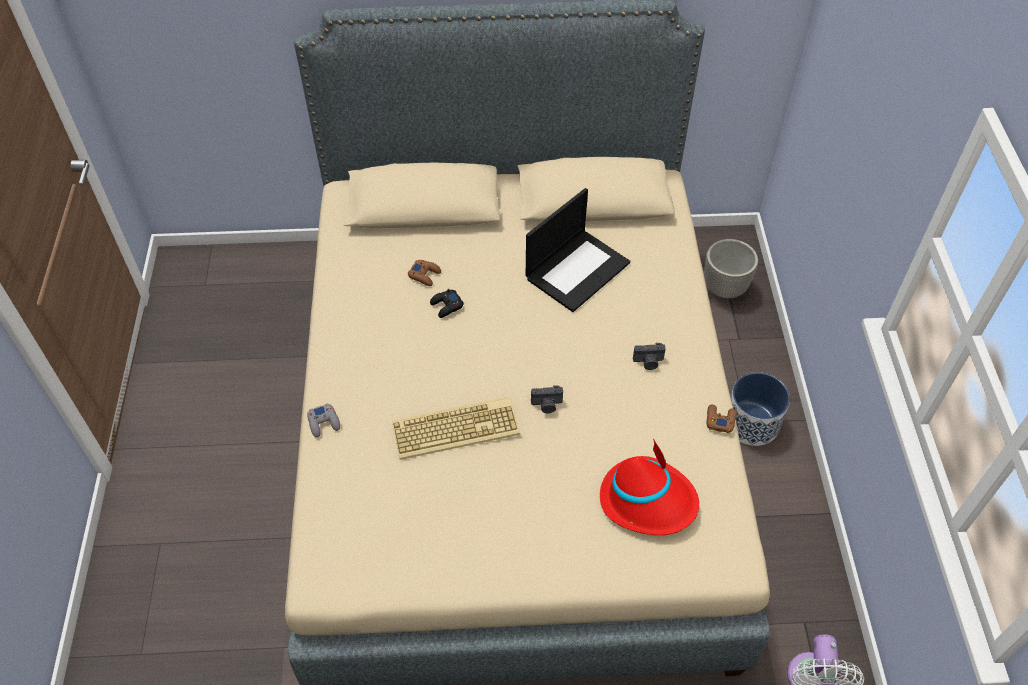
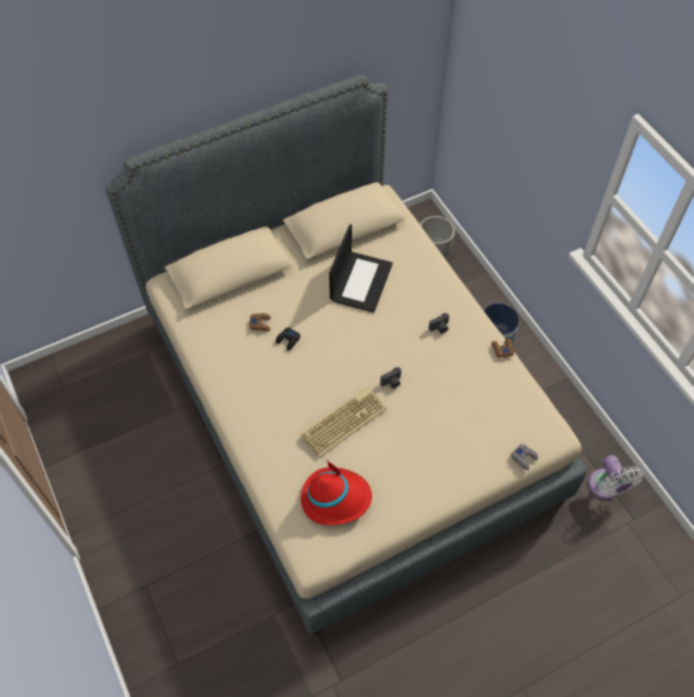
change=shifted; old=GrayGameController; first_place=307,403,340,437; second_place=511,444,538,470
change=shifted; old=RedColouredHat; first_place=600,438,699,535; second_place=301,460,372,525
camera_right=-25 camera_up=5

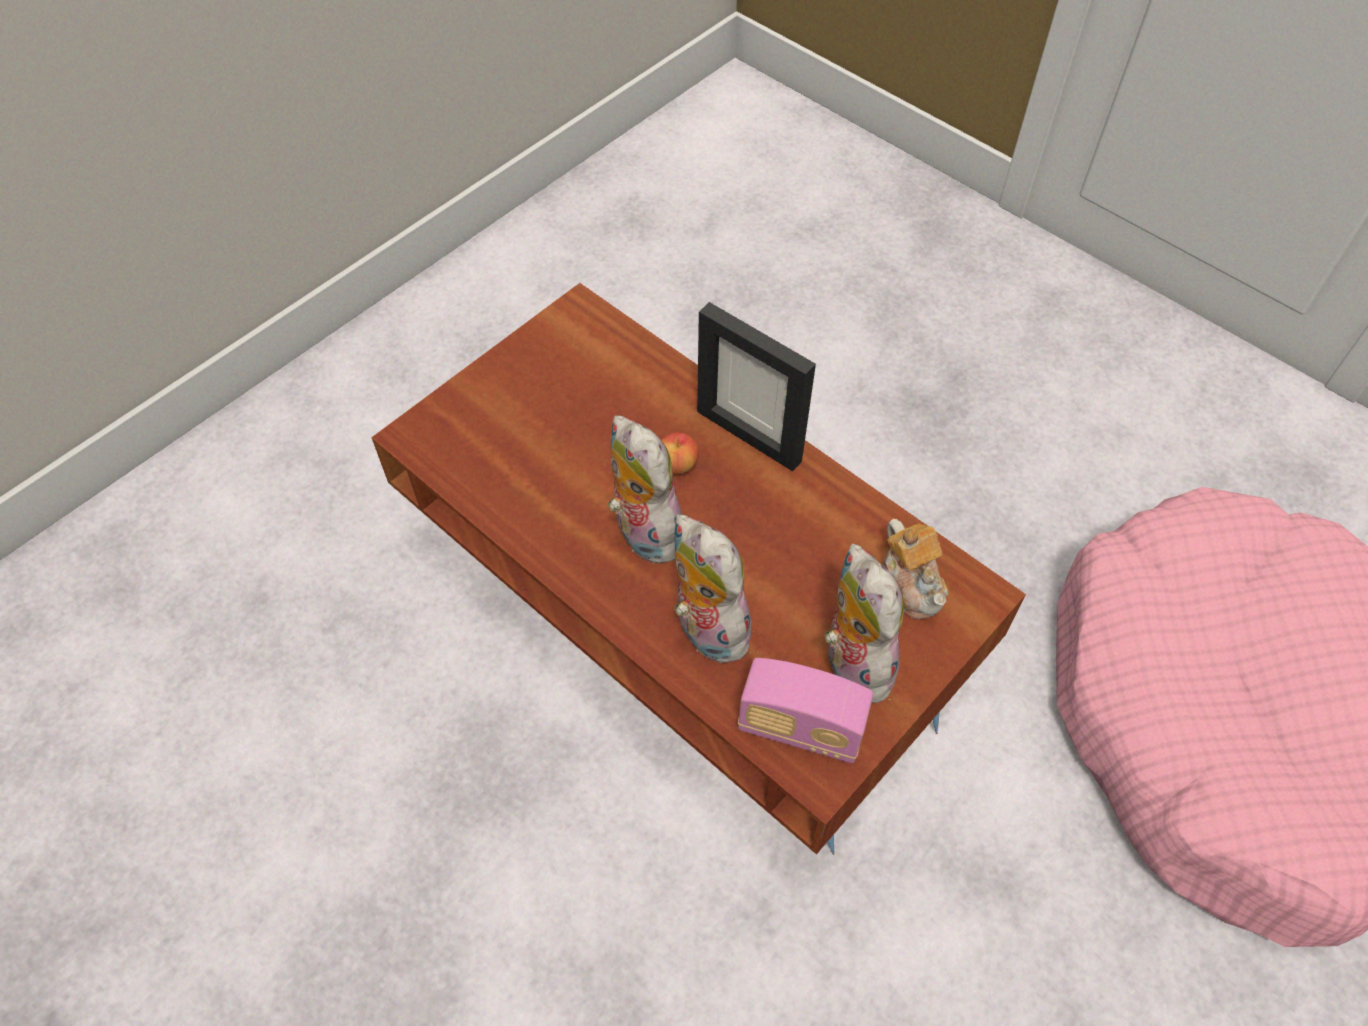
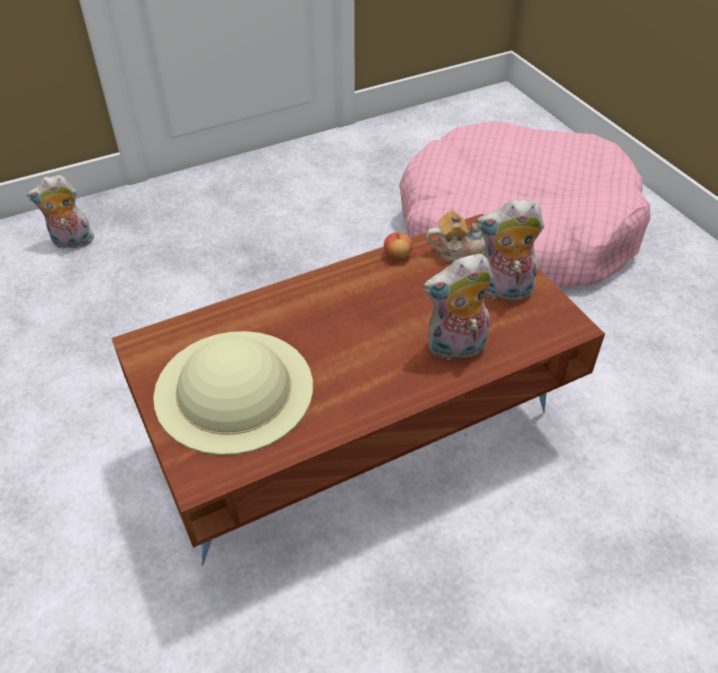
change=shifted; old=CuddlyToy; first_place=608,415,682,563; second_place=27,175,94,249
change=shifted; old=AppleFruit; first_place=661,432,699,474; second_place=384,232,412,260
change=gone; old=PhotoFrame; first_place=697,302,816,471
change=gone; old=RadioSet; first_place=738,658,873,763
change=new; new=BeigeColouredHat; second_place=153,331,313,455
camera_right=-70 camera_up=-10

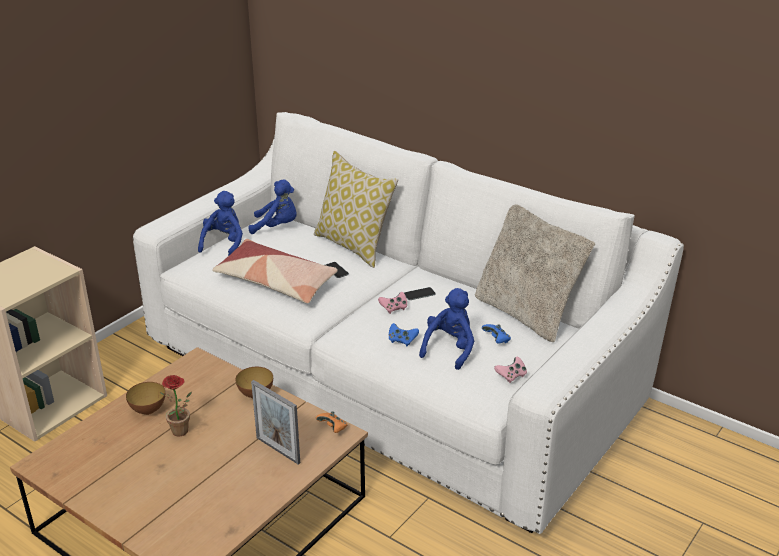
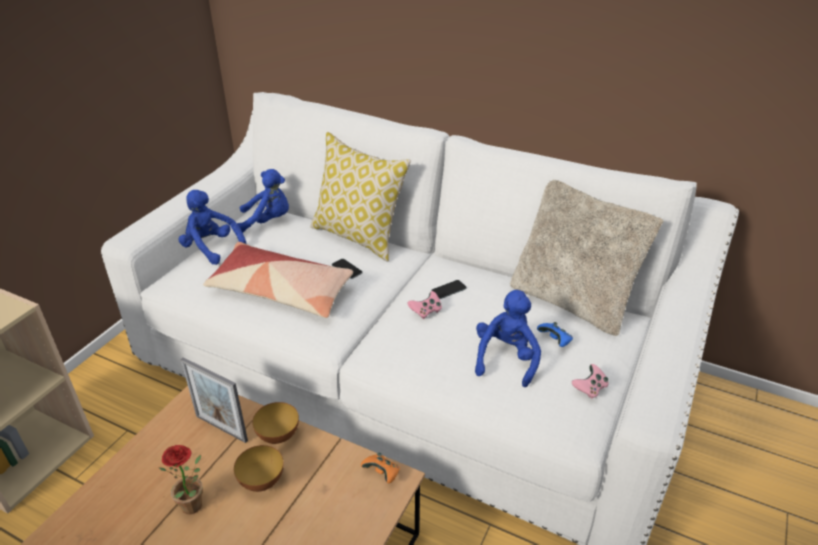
change=shifted; old=DeepDish; first_place=126,382,165,415; second_place=234,445,284,492
change=rotated; old=BlueCuddlyToy; first_place=198,191,243,256; second_place=178,190,247,265; degrees=-60
change=shifted; old=PhotoFrame; first_place=251,380,300,464; second_place=181,357,248,443
change=gone; old=BlueGameController; first_place=389,323,419,347
camera_right=-10 camera_up=5

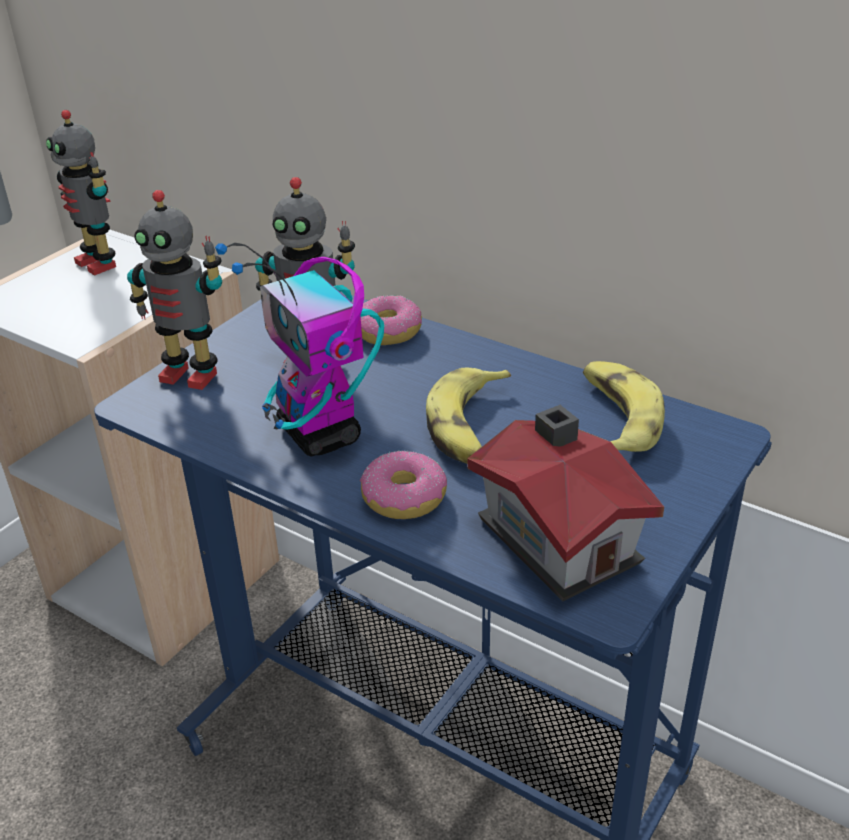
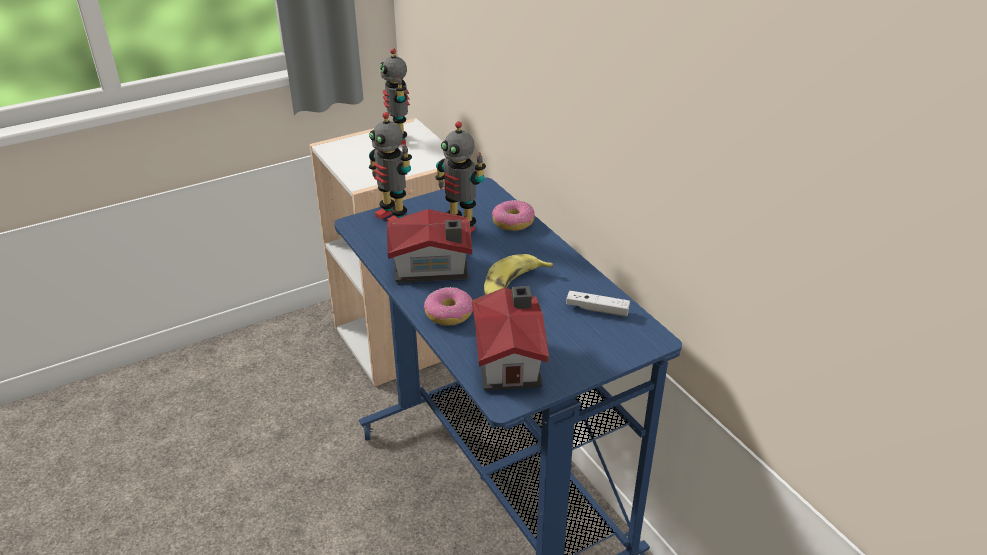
change=swapped; old=ModelRobot; new=ModelHouse; first_place=215,243,384,457; second_place=387,209,472,283
change=swapped; old=WholeBanana; new=WhitishGameController; first_place=583,361,665,452; second_place=566,291,630,317
camera_right=25 camera_up=0

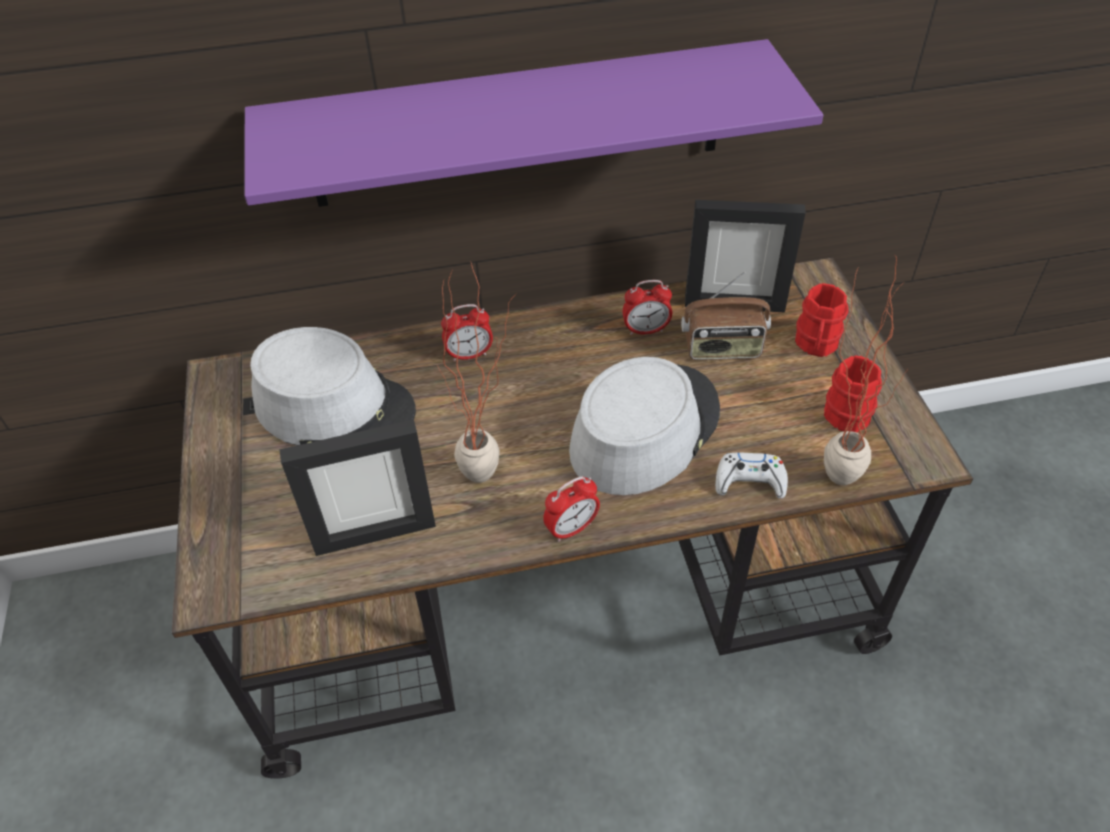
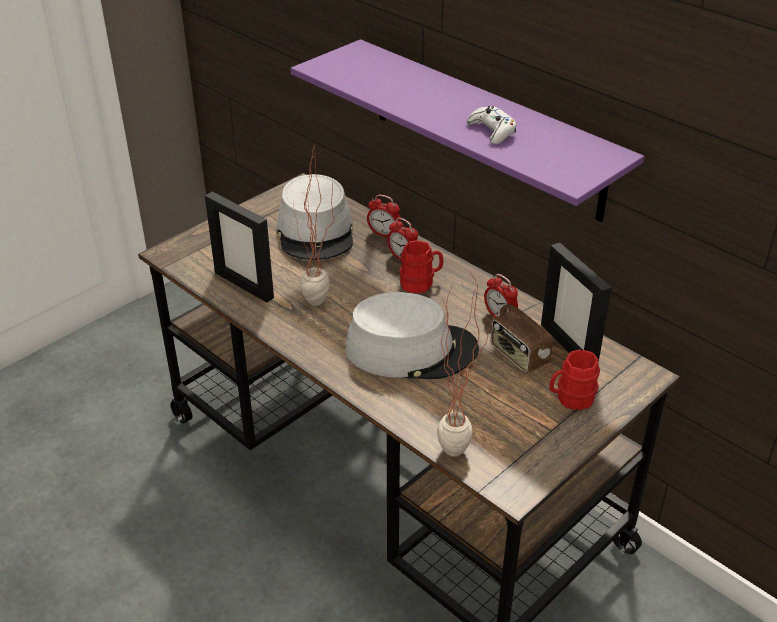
change=shifted; old=AlarmClock; first_place=543,476,600,542; second_place=367,195,401,237
change=shifted; old=WhitishGameController; first_place=715,452,788,499; second_place=467,106,517,144
change=shifted; old=RedColouredCoffeeMug; first_place=824,355,882,433; second_place=399,240,444,294
camera_right=55 camera_up=-10

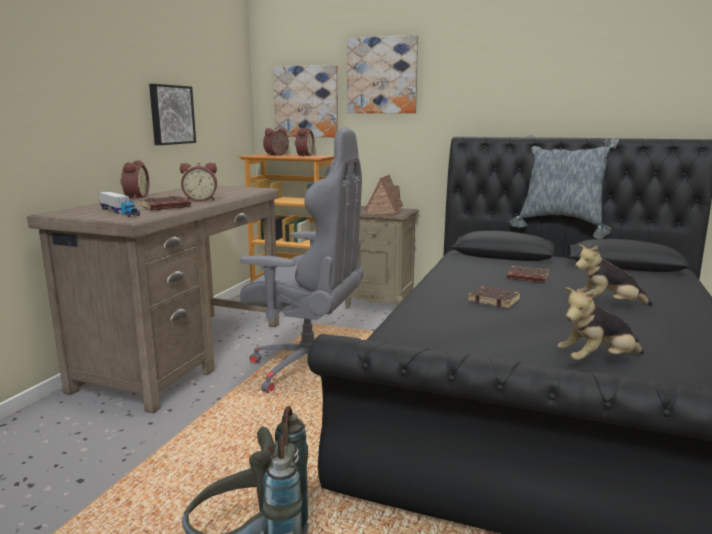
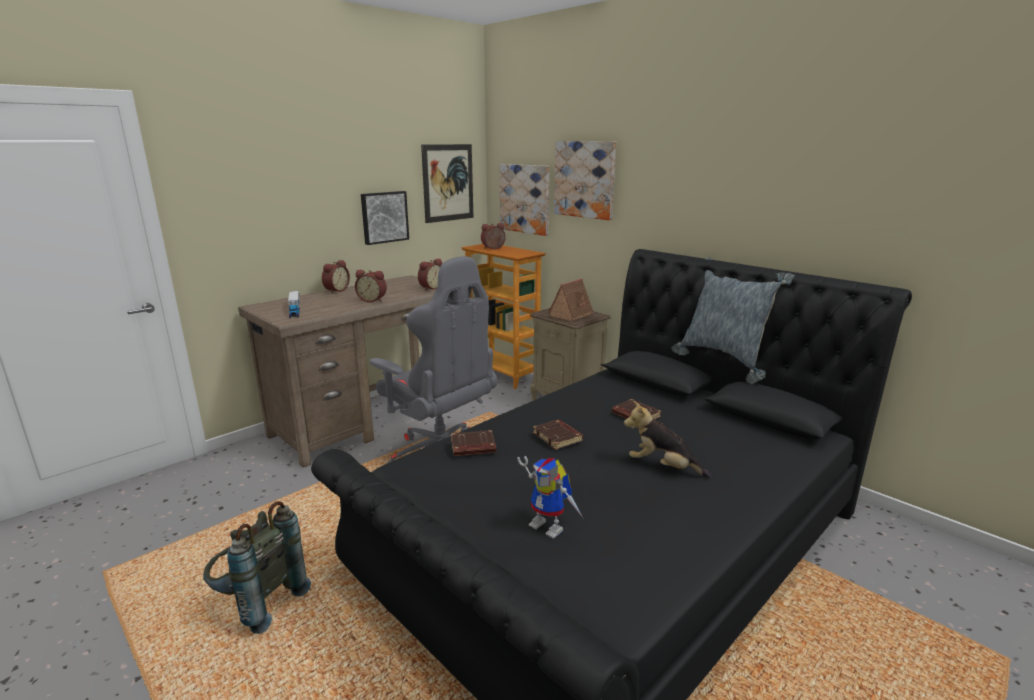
change=shifted; old=BrownColouredBook; first_place=140,196,191,210; second_place=451,430,496,456
change=shifted; old=AlarmClock; first_place=294,128,315,156; second_place=418,259,442,291
change=swapped; old=CuddlyToy; new=ModelRobot; first_place=557,287,644,361; second_place=517,456,583,539
change=new; new=WallArt; second_place=421,144,474,223
camera_right=25 camera_up=5

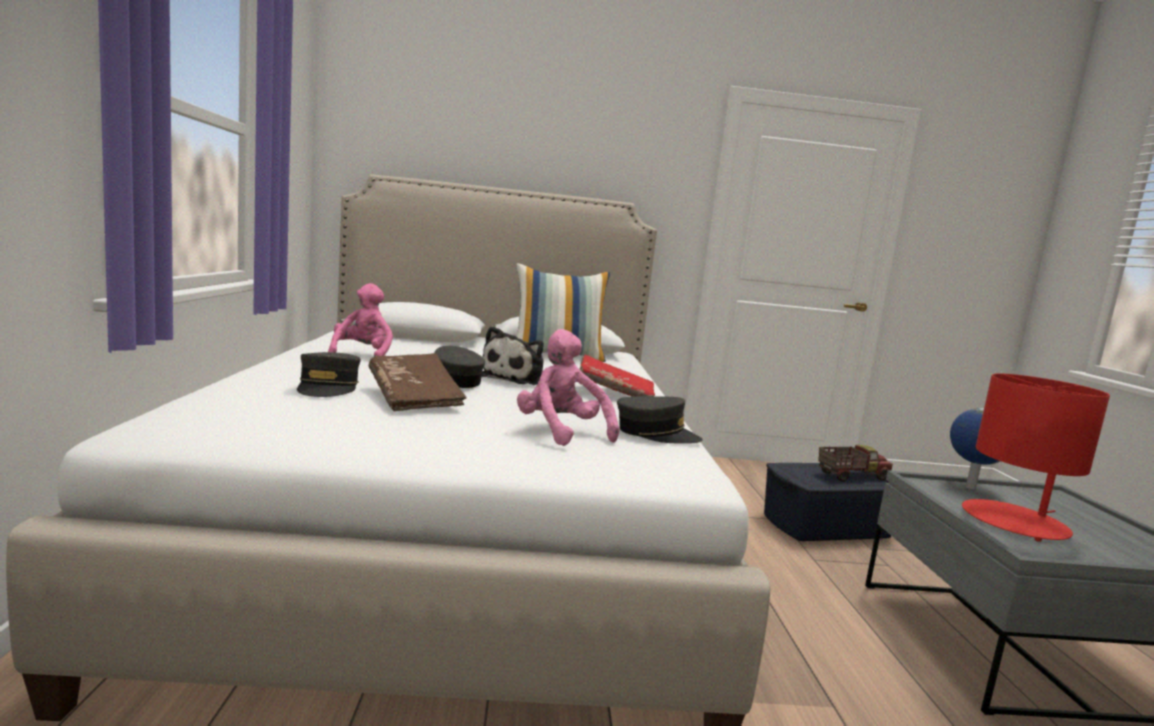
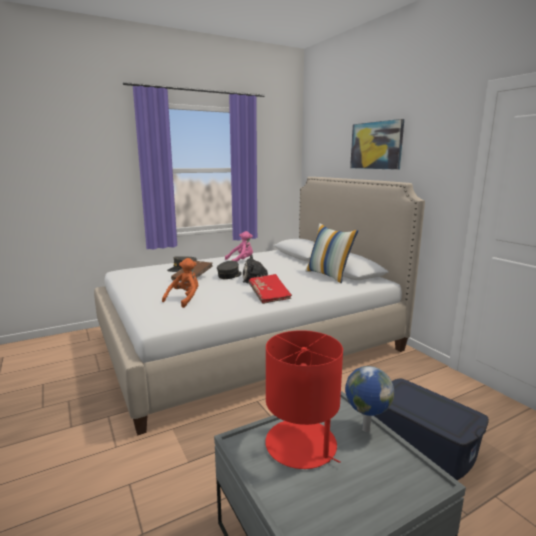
change=repainted; old=PinkColouredCuddlyToy; new=OrangeyCuddlyToy; first_place=517,329,619,446; second_place=162,258,198,308
change=gone; old=GrayPeakedCap; first_place=617,396,703,444
change=gone; old=ToyLorry; first_place=818,445,893,482
change=new; new=WallArt; second_place=350,119,404,170
camera_right=65 camera_up=5

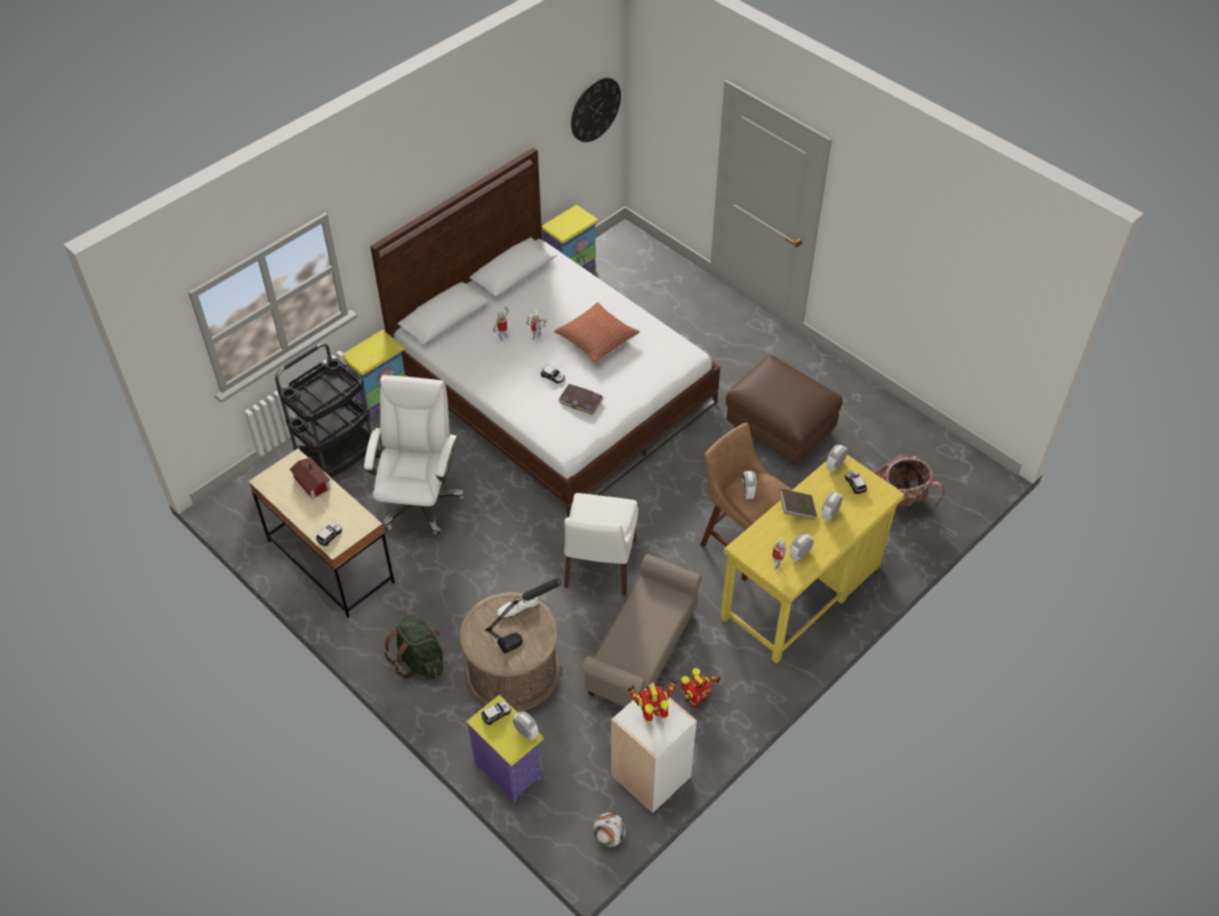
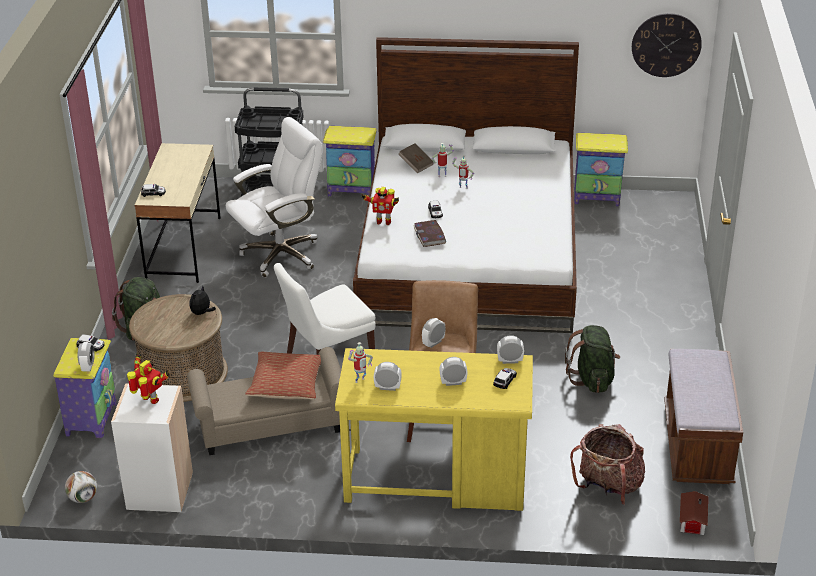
change=shifted; old=ModelHouse; first_place=289,457,331,499; second_place=680,491,708,535
change=gone; old=BlackishTabletopLamp; first_place=485,578,561,654
change=swapped; old=WhitishShoe; new=CuddlyToy; first_place=497,597,539,619; second_place=189,286,216,315
change=shifted; old=Pillow; first_place=554,302,640,363; second_place=245,352,321,400
change=shifted; old=ModelRobot; first_place=681,668,721,709; second_place=361,187,399,225
change=swapped; old=BrownColouredFootrest; new=GreenColouredBackpack; first_place=726,355,842,465; second_place=565,325,620,393
change=shifted; old=BrownColouredBook; first_place=779,489,817,520; second_place=399,143,434,173
change=new; new=BrownColouredLongSeat; second_place=664,349,743,484
camera_right=50 camera_up=-15

